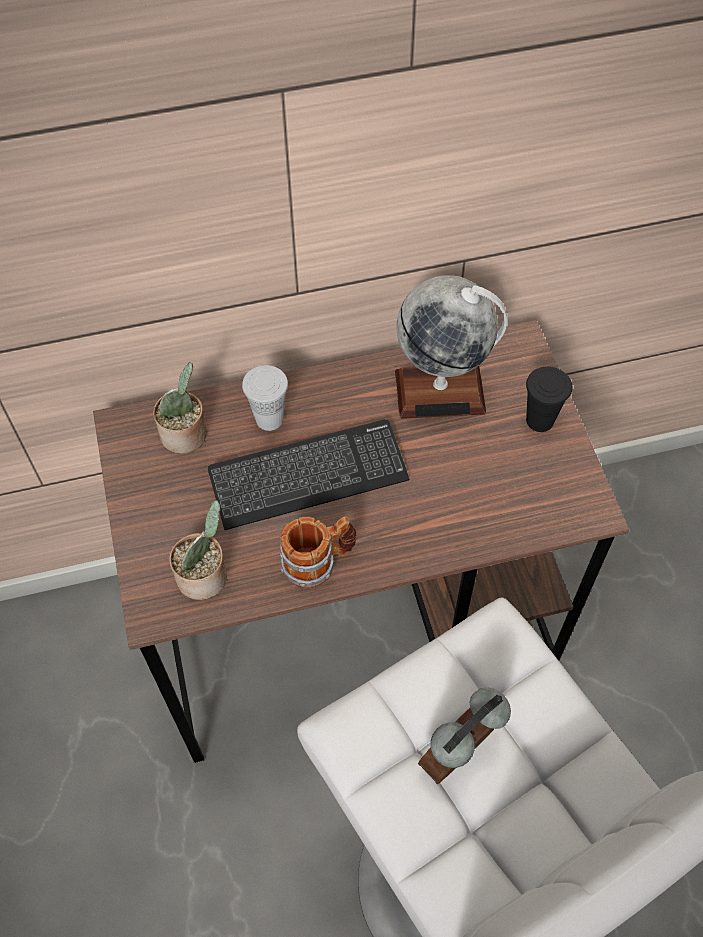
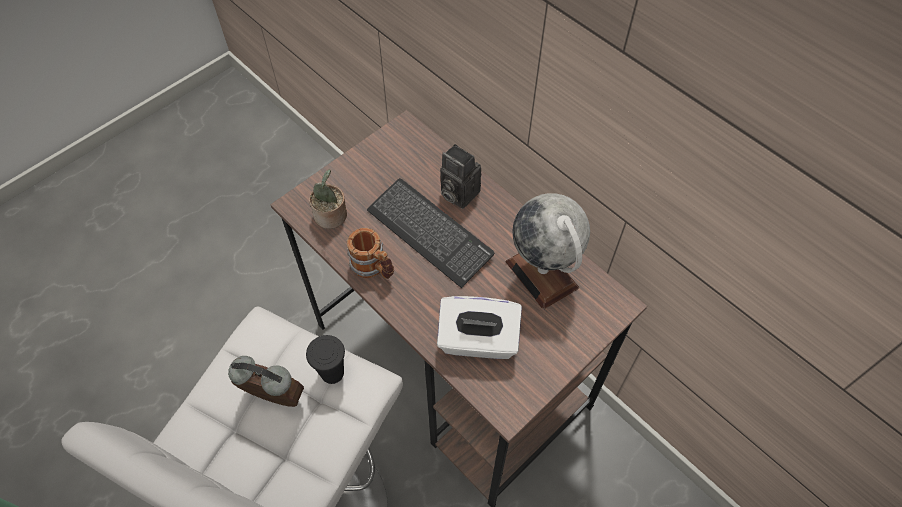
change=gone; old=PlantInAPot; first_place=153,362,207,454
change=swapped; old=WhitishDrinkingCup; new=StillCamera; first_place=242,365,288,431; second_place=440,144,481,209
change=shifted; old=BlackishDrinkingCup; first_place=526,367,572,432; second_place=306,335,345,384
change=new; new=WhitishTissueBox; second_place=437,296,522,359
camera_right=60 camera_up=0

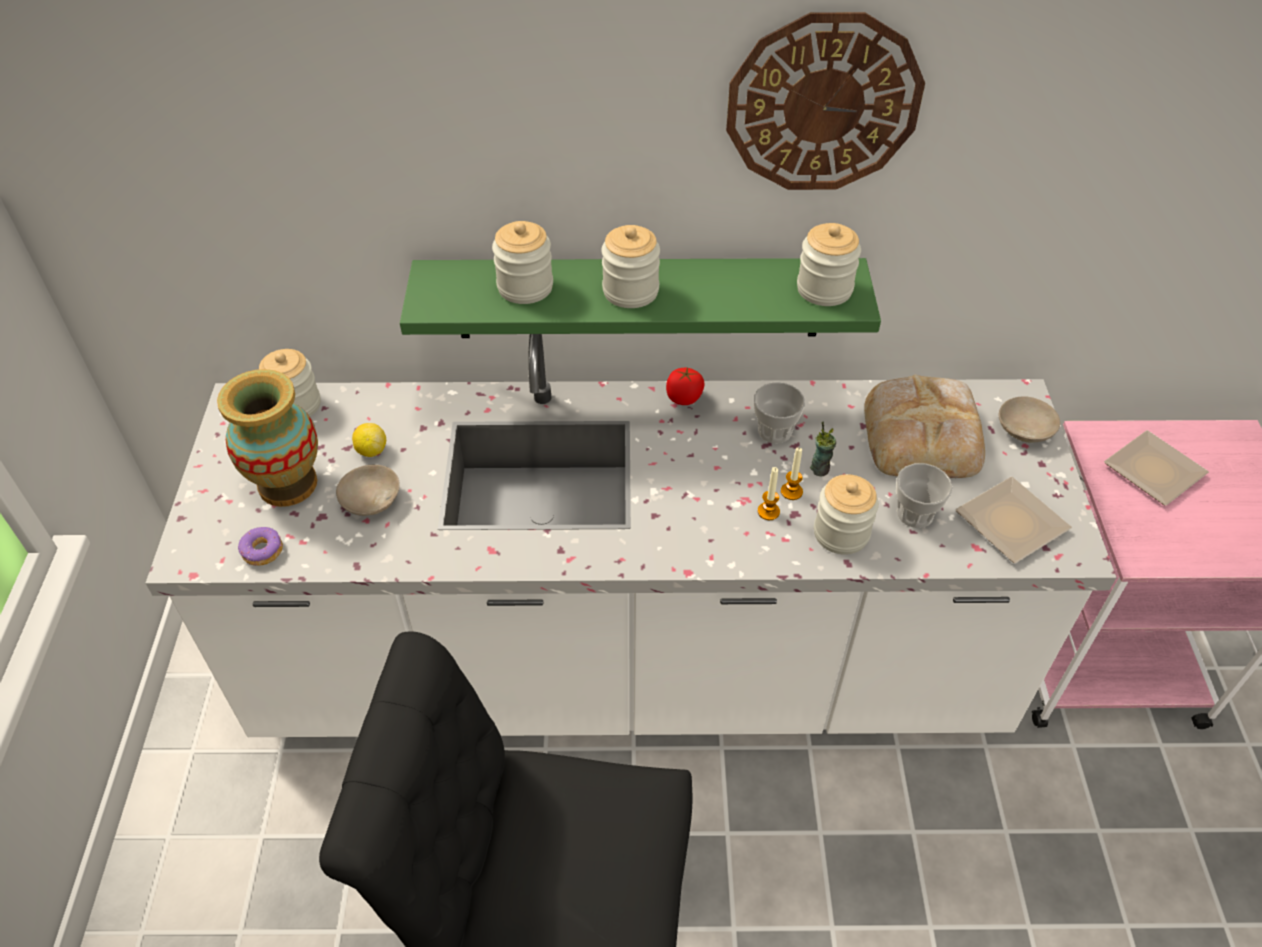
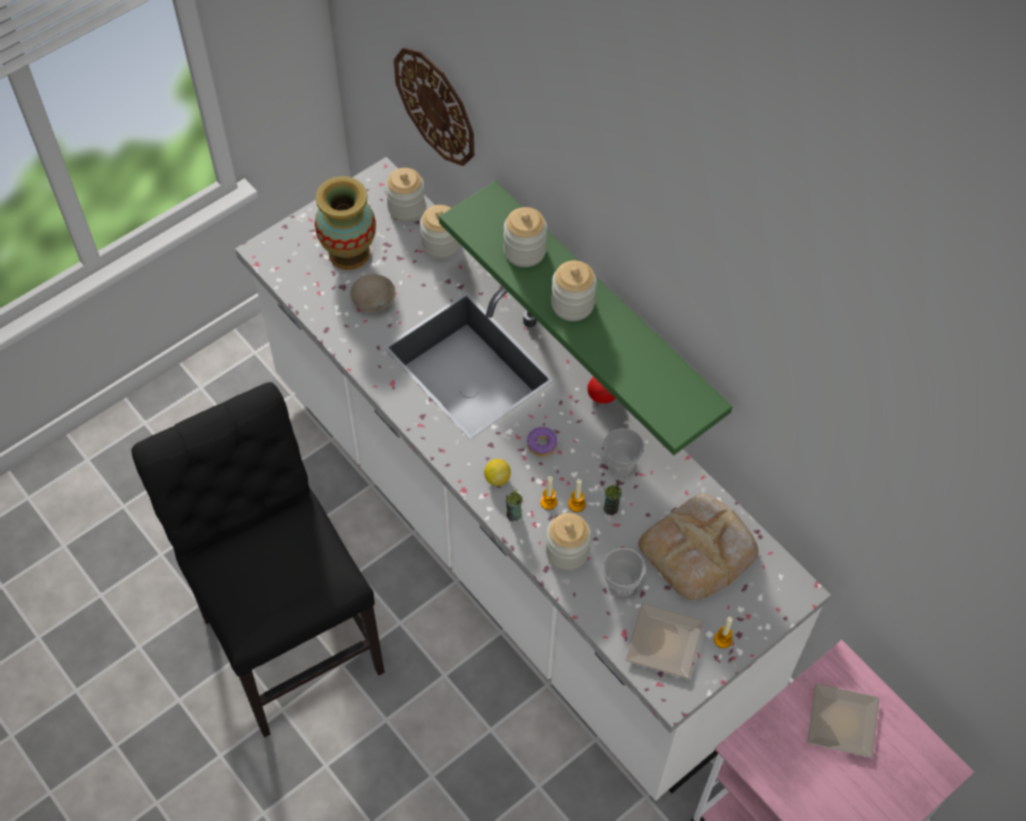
change=shifted; old=Doughnut; first_place=238,527,283,566; second_place=527,427,557,457
change=shifted; old=WholeLemon; first_place=352,423,386,457; second_place=484,459,511,486
change=shifted; old=WallClock; first_place=726,12,925,190; second_place=394,48,474,166
change=shifted; old=Jar; first_place=797,223,861,306; second_place=420,205,460,259
change=gone; old=BeigeColouredDeepDish; first_place=999,396,1060,443
change=new; new=DrinkingCup; second_place=506,489,523,522
change=new; new=WaxCandle; second_place=714,617,732,648
camera_right=50 camera_up=10

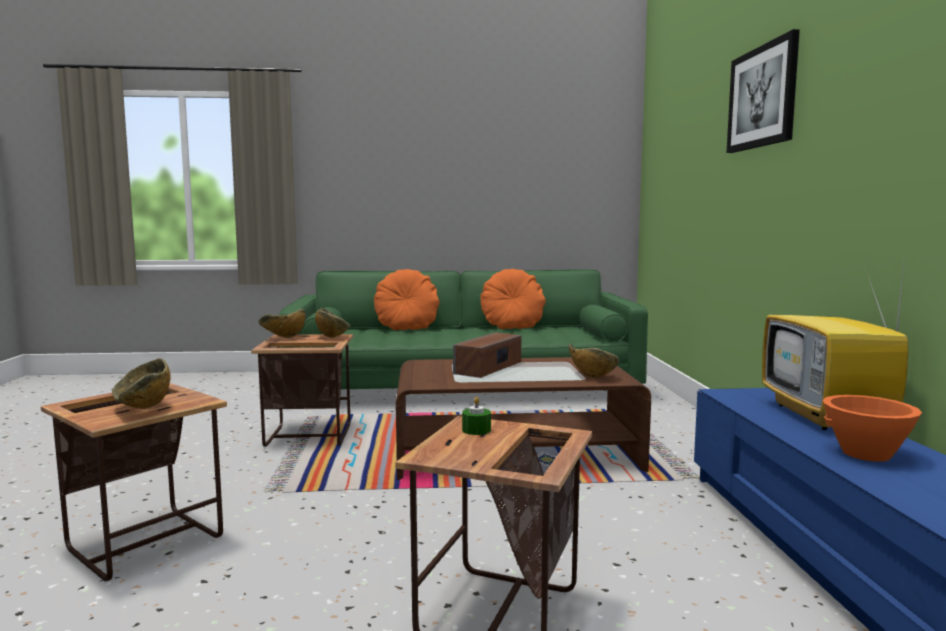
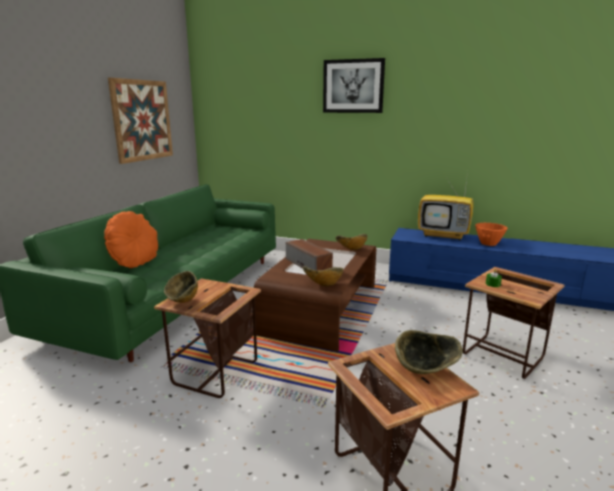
change=shifted; old=DeepDish; first_place=315,308,351,338; second_place=303,267,343,286
change=gone; old=OrangeyPillow; first_place=480,269,546,329
change=new; new=WallArt; second_place=108,78,173,164
camera_right=-65 camera_up=10

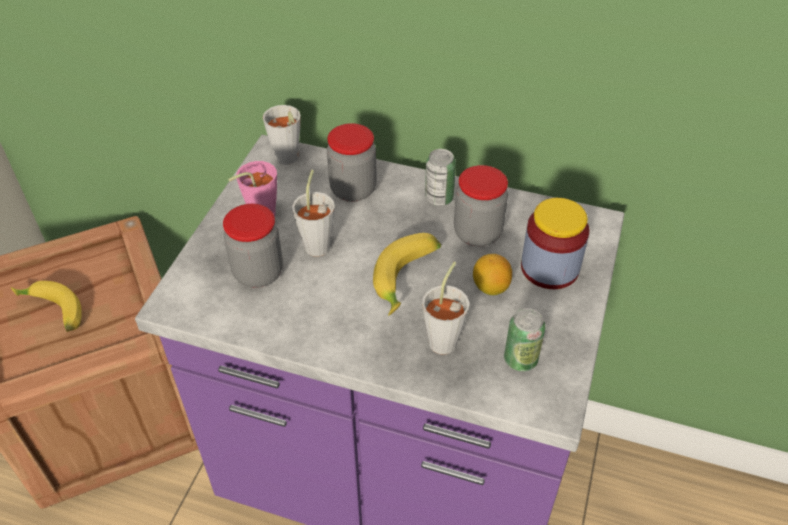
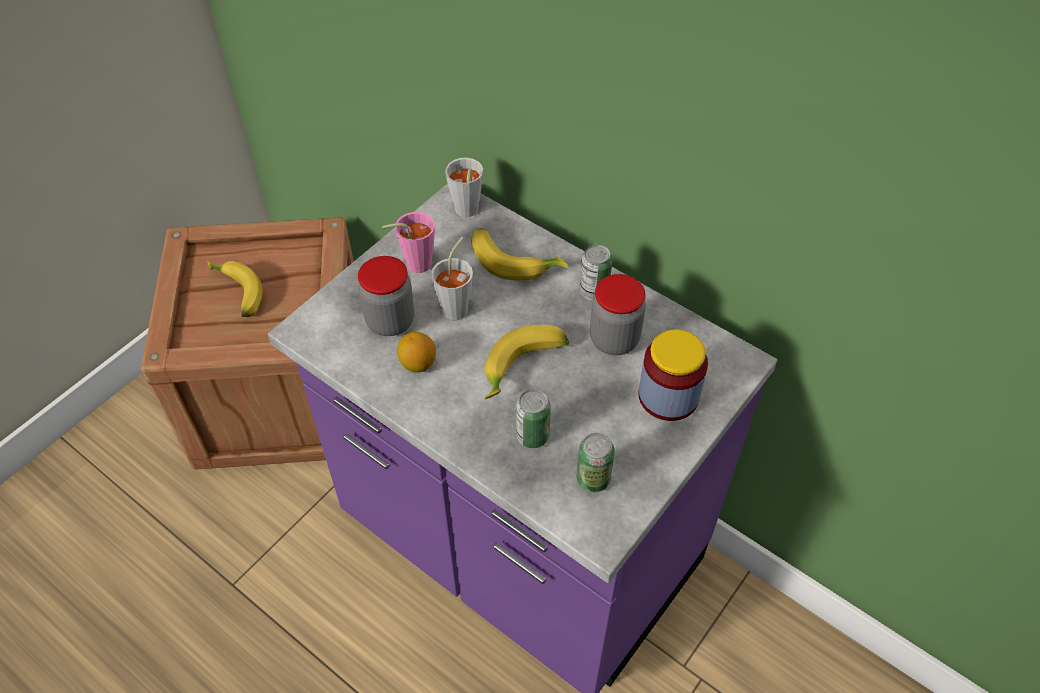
change=swapped; old=Jar; new=WholeBanana; first_place=327,123,377,202; second_place=471,228,568,280
change=swapped; old=GrayDrinkingCup; new=SealedCan; first_place=422,262,469,354; second_place=516,389,551,448
change=shifted; old=WholeLemon; first_place=473,254,512,295; second_place=397,332,436,373
camera_right=20 camera_up=5

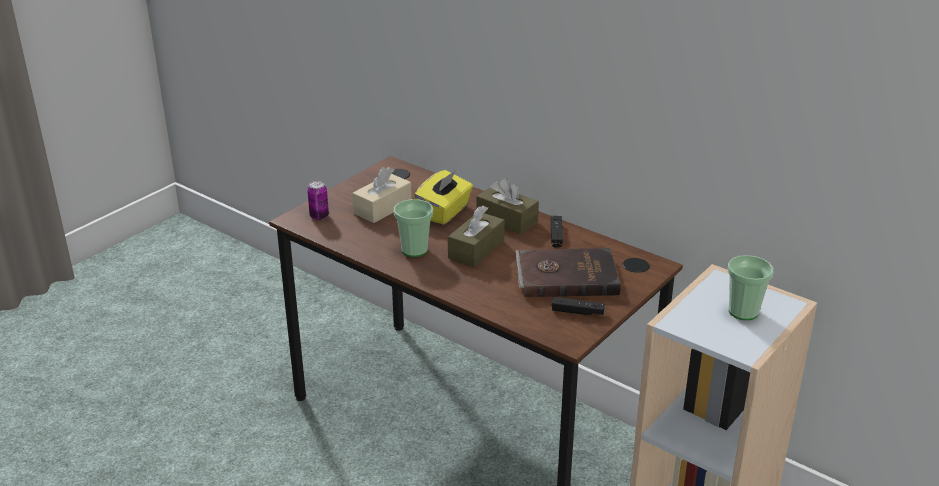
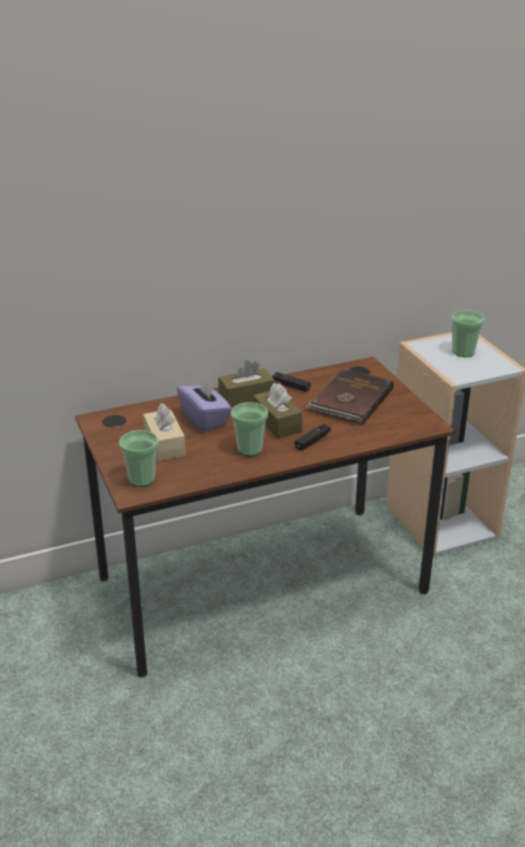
change=swapped; old=SealedCan; new=DrinkingCup; first_place=307,181,329,220; second_place=119,430,159,487
change=repainted; old=YellowishTissueBox; new=PurplishTissueBox; first_place=414,170,473,225; second_place=177,377,231,431
change=shifted; old=BlackishGameController; first_place=552,297,605,315; second_place=295,424,331,450
camera_right=-60 camera_up=0

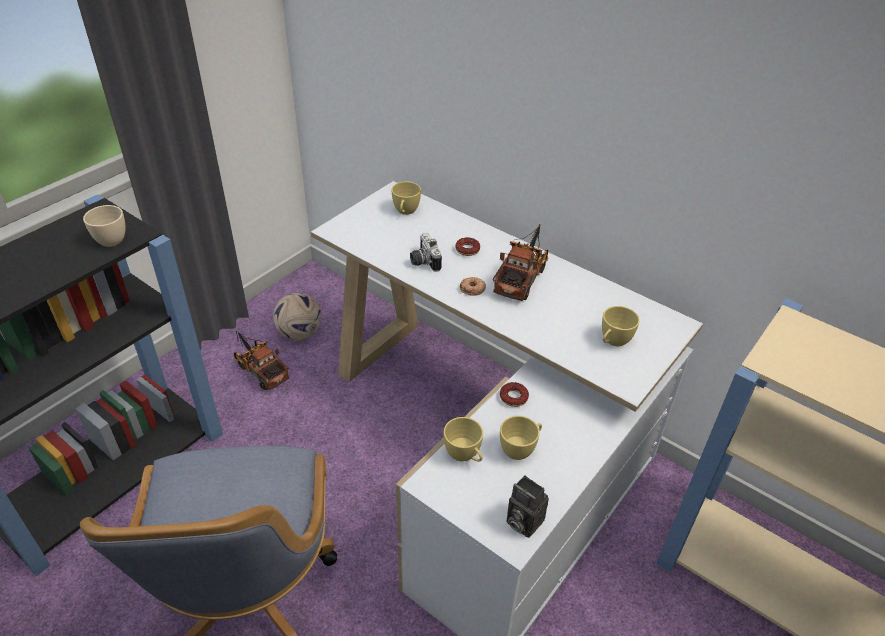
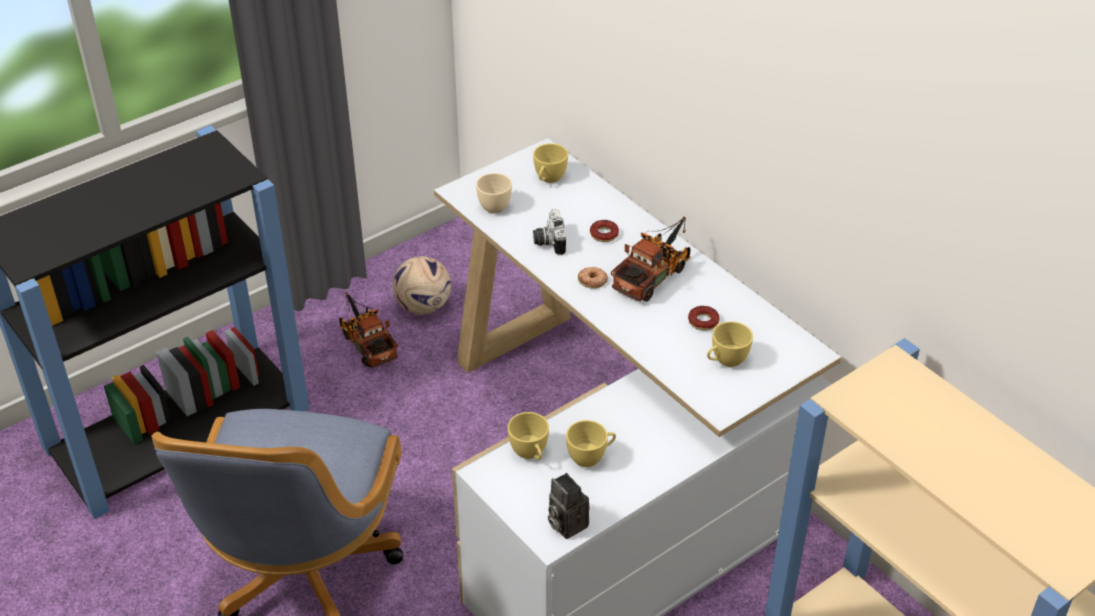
change=shifted; old=BeigeColouredDrinkingCup; first_place=83,205,126,247; second_place=476,173,512,214
change=shifted; old=Doughnut; first_place=500,382,529,407; second_place=688,306,720,331
camera_right=15 camera_up=0

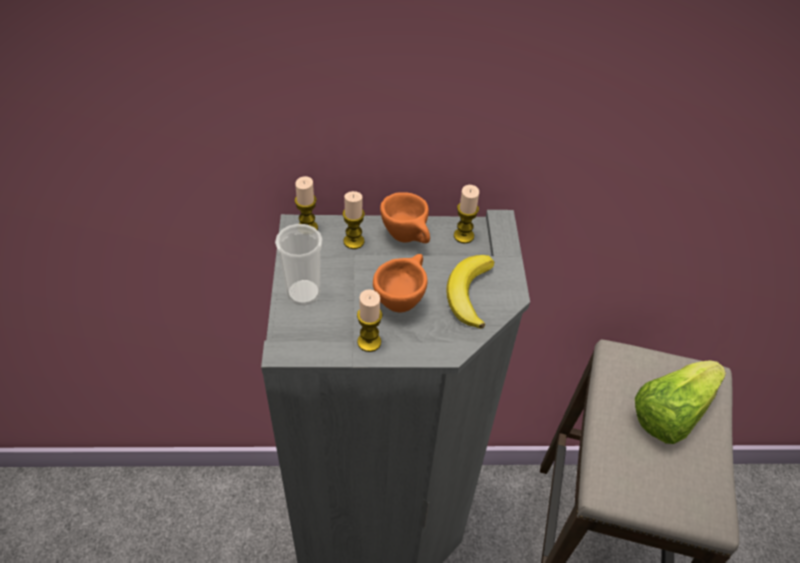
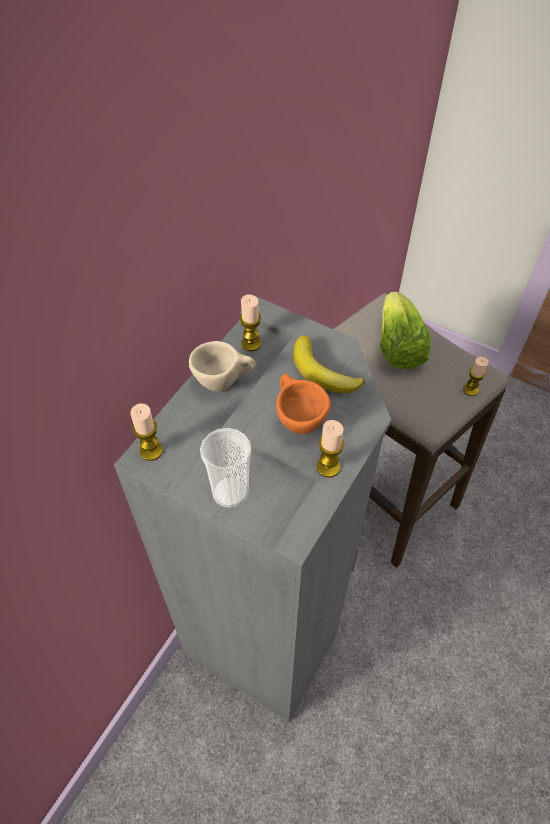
change=shifted; old=WaxCandle; first_place=343,191,365,249; second_place=463,357,489,396
change=repainted; old=OrangeyDrinkingCup; new=BeigeColouredDrinkingCup; first_place=380,192,430,243; second_place=189,341,256,392
camera_right=-55 camera_up=5

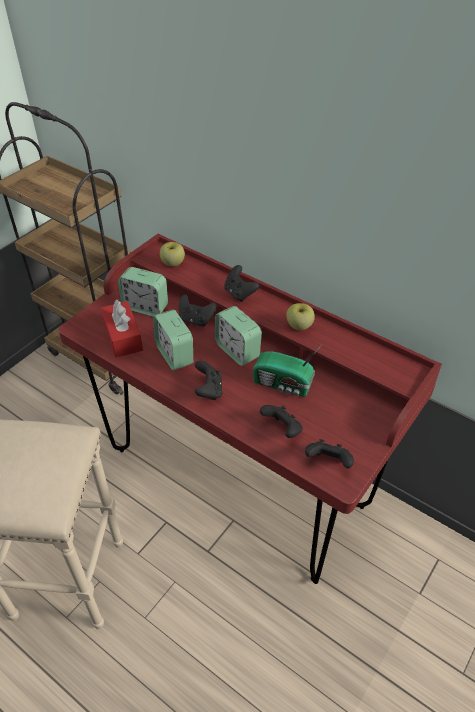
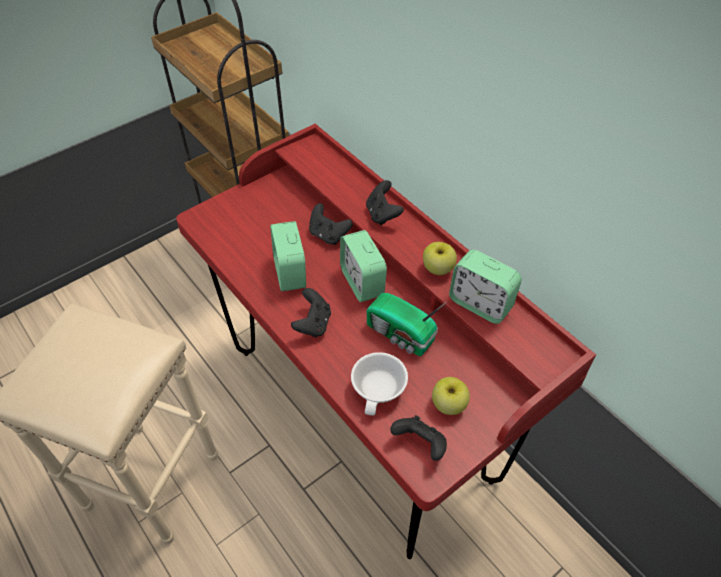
change=gone; old=RedColouredTissueBox; first_place=101,300,143,358
change=shifted; old=AlarmClock; first_place=118,267,168,317; second_place=449,250,522,324
change=shifted; old=AppleFruit; first_place=160,242,185,267; second_place=432,377,470,415
change=swapped; old=BlackishGameController; new=WhitishDrinkingCup; first_place=260,405,303,438; second_place=351,352,408,416
camera_right=15 camera_up=5

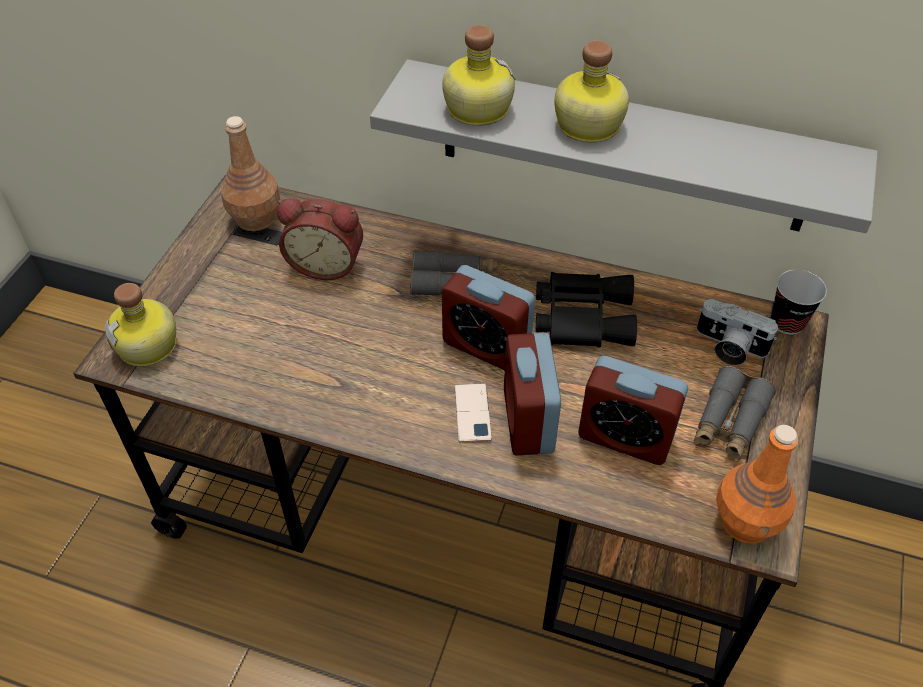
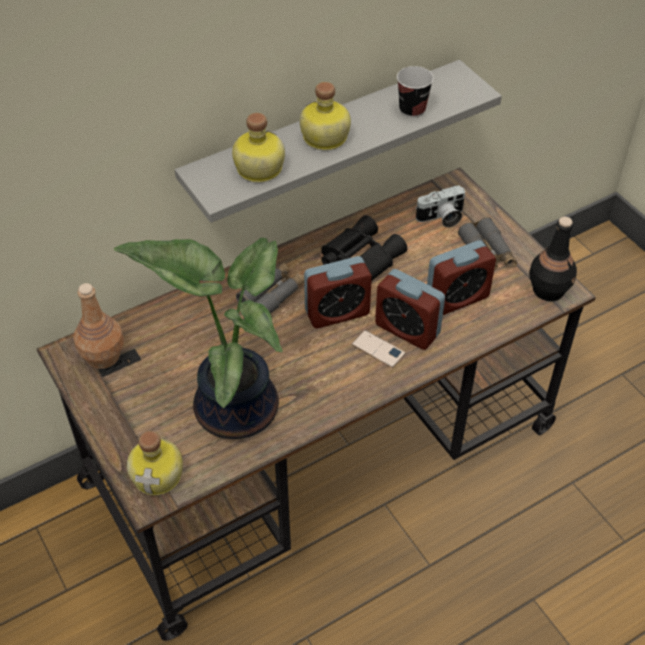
change=gone; old=AlarmClock; first_place=277,198,363,280
change=repainted; old=OrangeyDrinkBottle; new=BlackishDrinkBottle; first_place=716,425,798,544; second_place=529,217,577,301
change=shifted; old=DrinkingCup; first_place=771,270,827,335; second_place=397,66,434,118
change=new; new=PlantInAPot; second_place=114,238,283,439
camera_right=-50 camera_up=0

